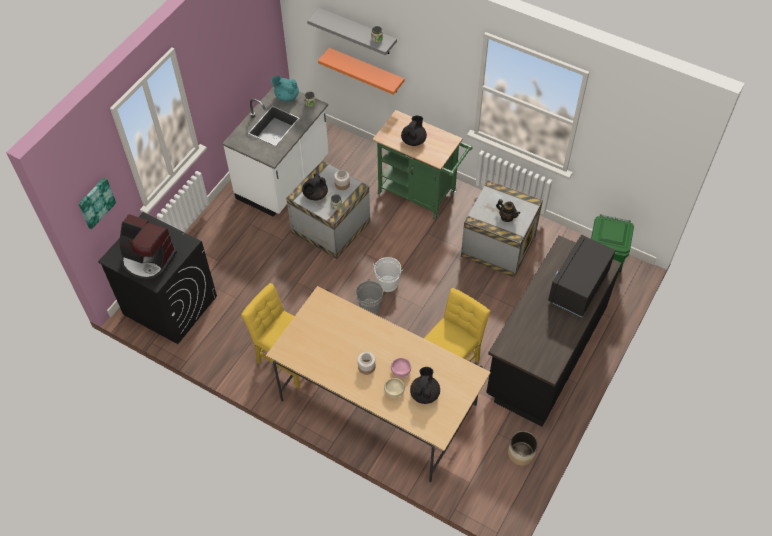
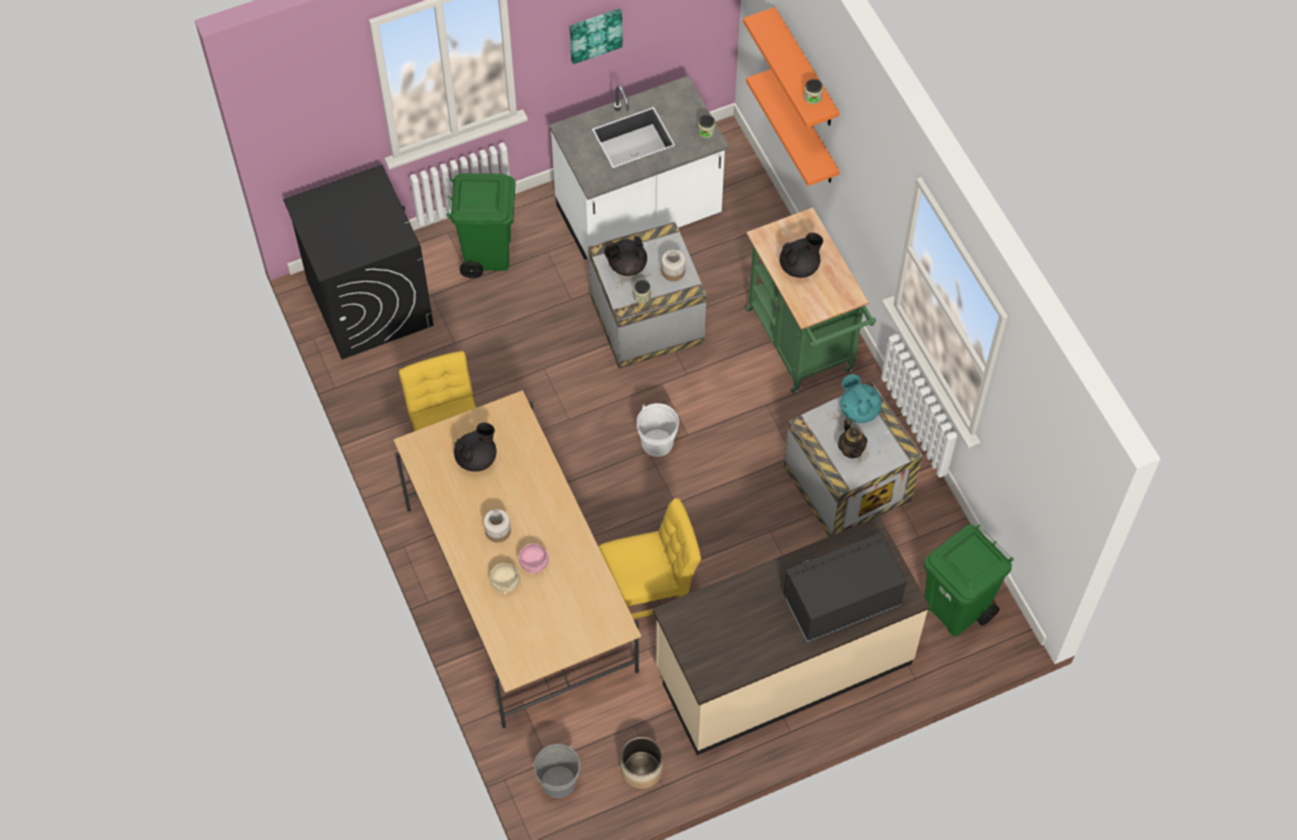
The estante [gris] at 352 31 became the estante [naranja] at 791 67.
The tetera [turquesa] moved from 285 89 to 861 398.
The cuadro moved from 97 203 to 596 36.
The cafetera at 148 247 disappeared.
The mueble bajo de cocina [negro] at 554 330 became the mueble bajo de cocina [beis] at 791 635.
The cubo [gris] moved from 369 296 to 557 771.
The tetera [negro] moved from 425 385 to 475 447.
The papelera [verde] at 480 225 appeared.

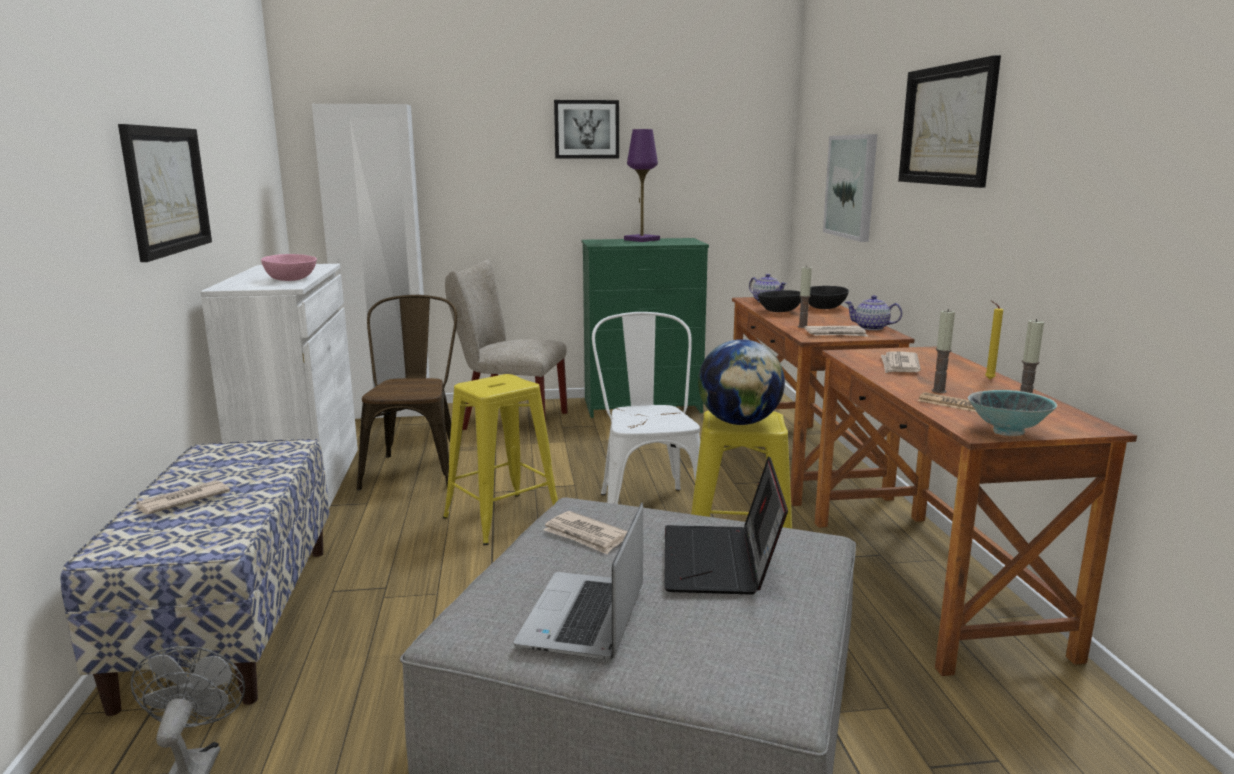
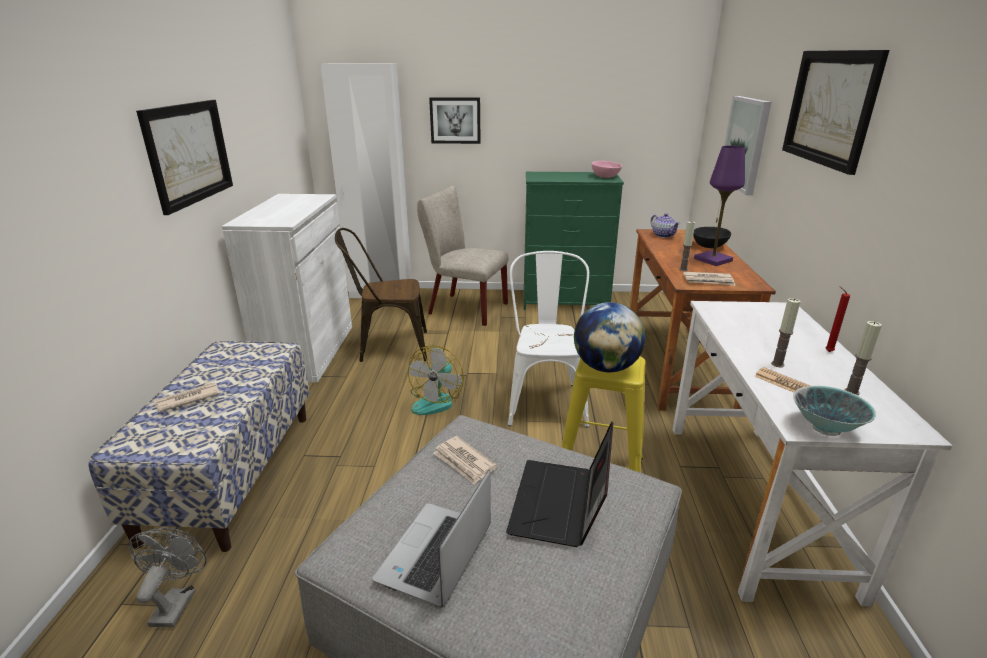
The cuadro moved from 586 129 to 455 120.
The lámpara de mesa [morado] moved from 642 185 to 719 206.
The cuenco [rosa] moved from 289 267 to 607 169.
The cuenco [negro] at 779 301 disappeared.
The silla [marrón] at 407 392 turned 105 degrees counterclockwise.
The tetera at 873 312 disappeared.
The vela [amarillo] at 994 340 became the vela [rojo] at 837 319.
The escritorio [marrón] at 976 511 became the escritorio [blanco] at 812 454.
The periódico at 901 362 disappeared.
The taburete [amarillo] at 500 459 was replaced by the ventilador at 436 380.

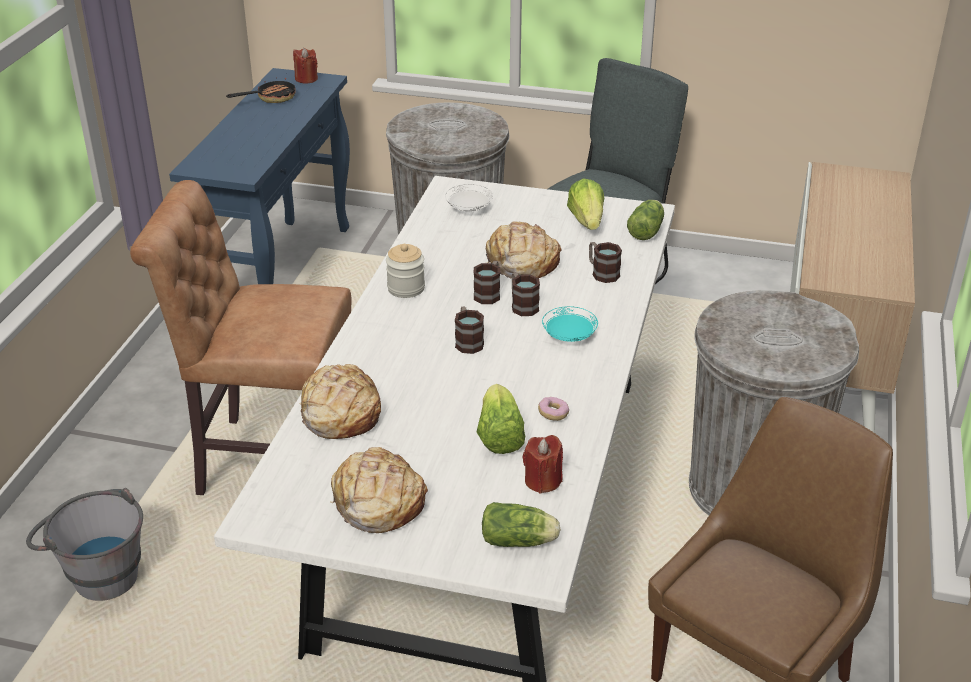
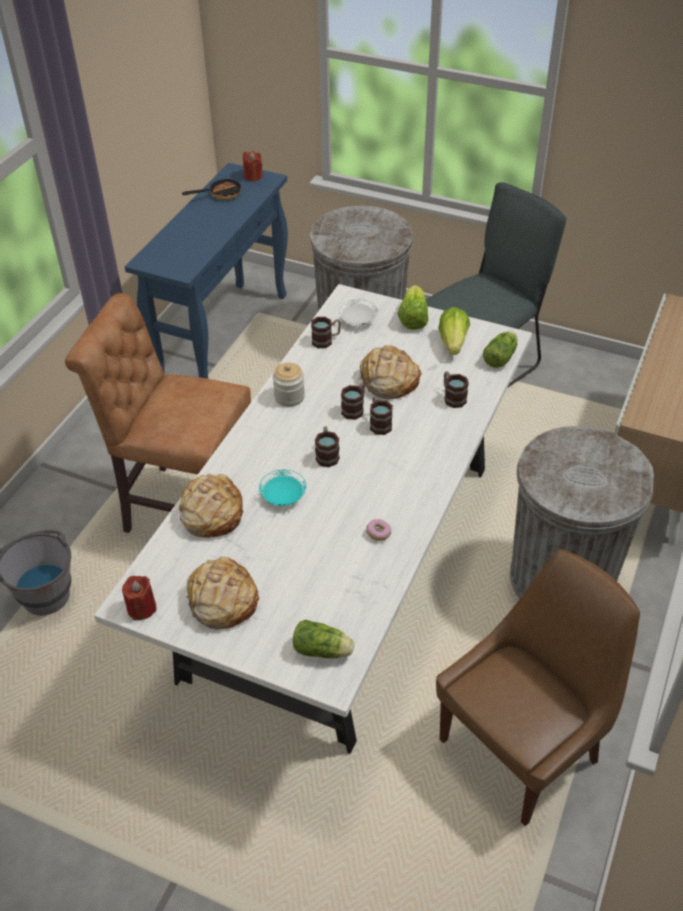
The plato [turquesa] moved from 570 324 to 282 488.
The lechuga moved from 501 419 to 413 307.
The vela [rojo] moved from 542 464 to 139 598.
The taza grande at 326 332 appeared.

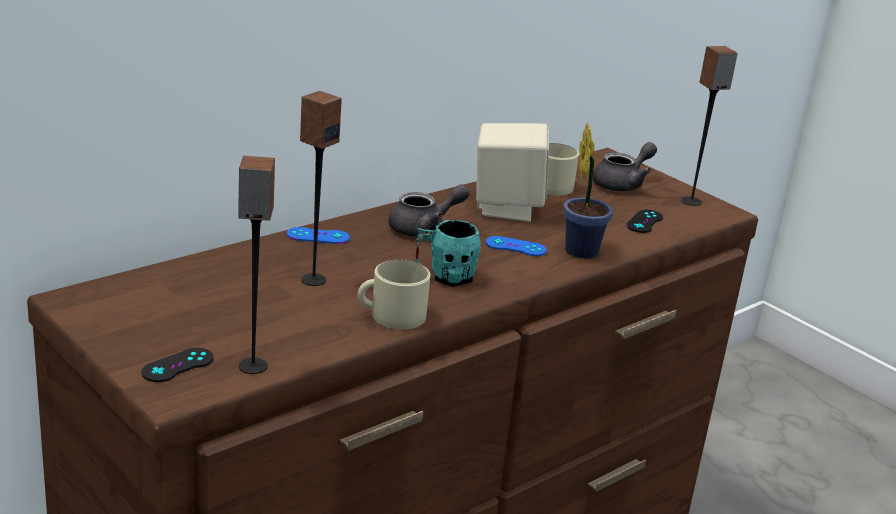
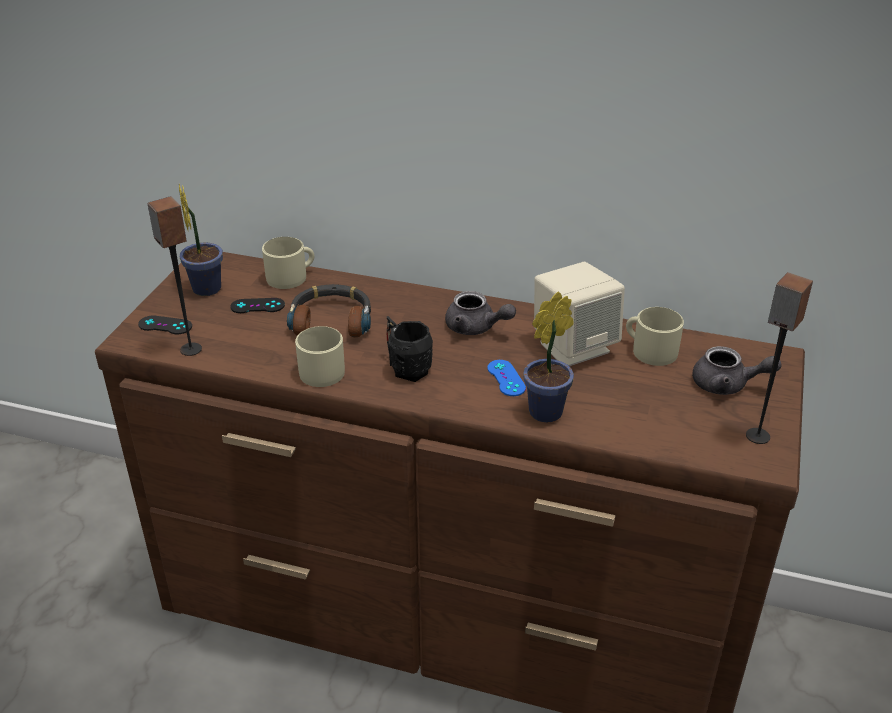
The altavoz at 321 188 was replaced by the auriculares at 329 310.
The mando de consola [negro] moved from 644 221 to 257 305.
The taza grande [turquesa] at 448 253 became the taza grande [negro] at 409 349.
The mando de consola [azul] at 318 235 disappeared.
The planta en maceta at 201 240 appeared.
The taza grande [beis] at 288 263 appeared.

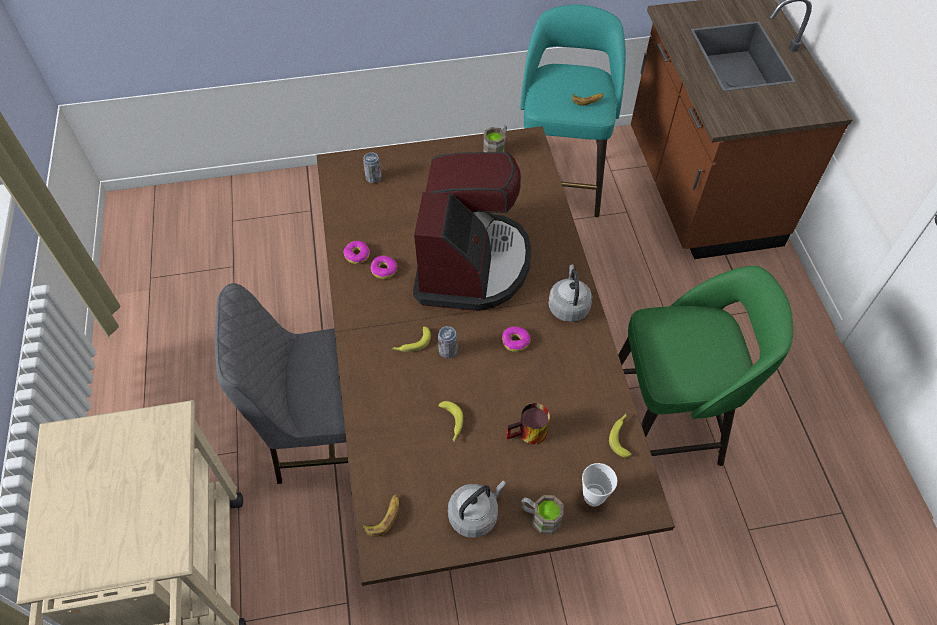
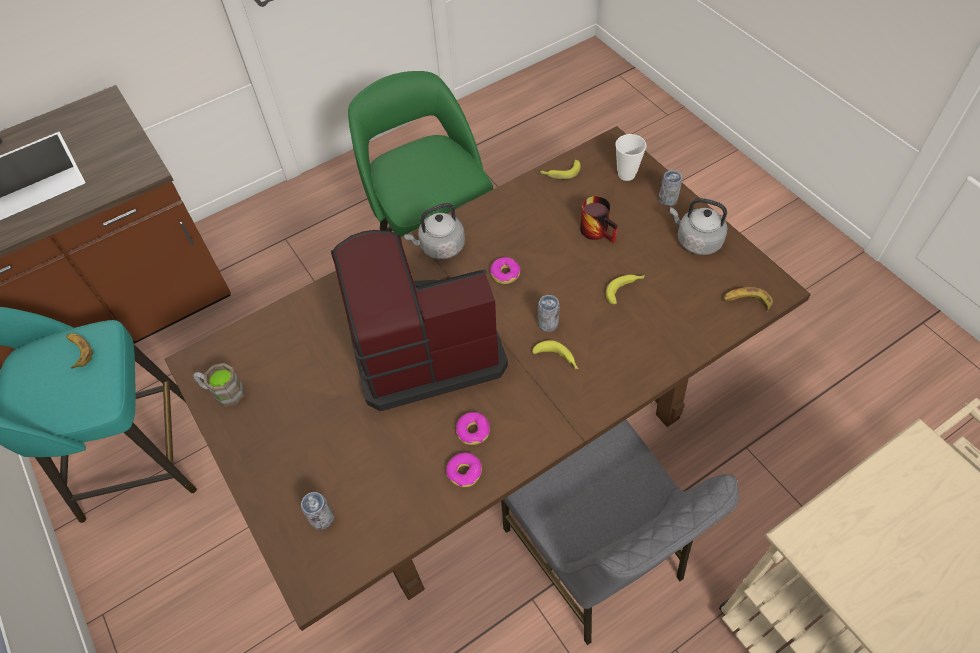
The taza grande [marrón] at 542 515 was replaced by the lata at 670 188.

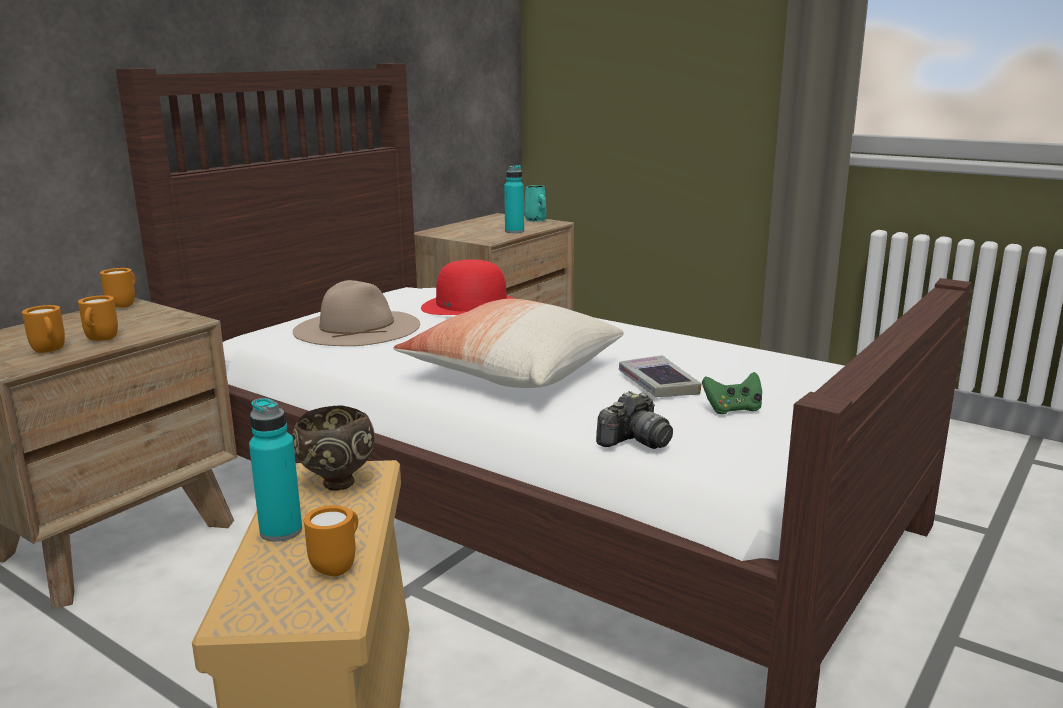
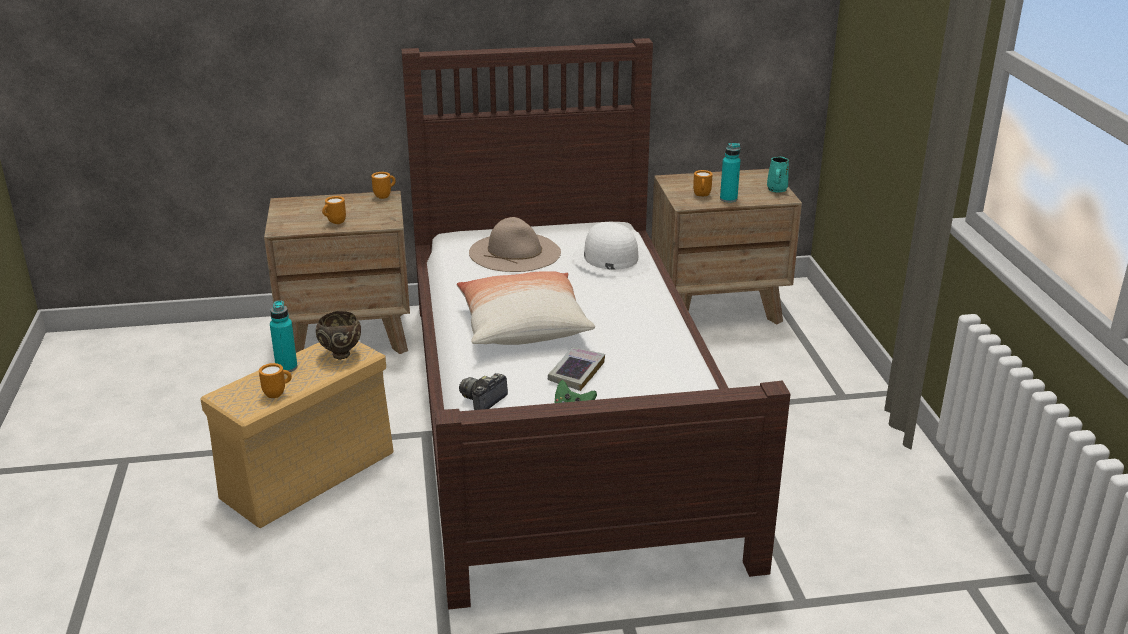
The sombrero [rojo] at 468 287 became the sombrero [blanco] at 611 249.
The taza grande [naranja] moved from 43 329 to 703 183.
The cámara at 634 420 turned 120 degrees clockwise.

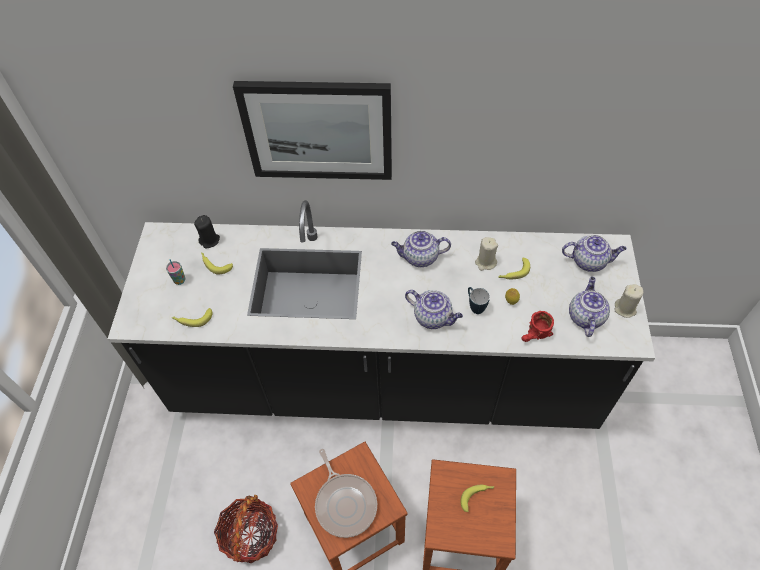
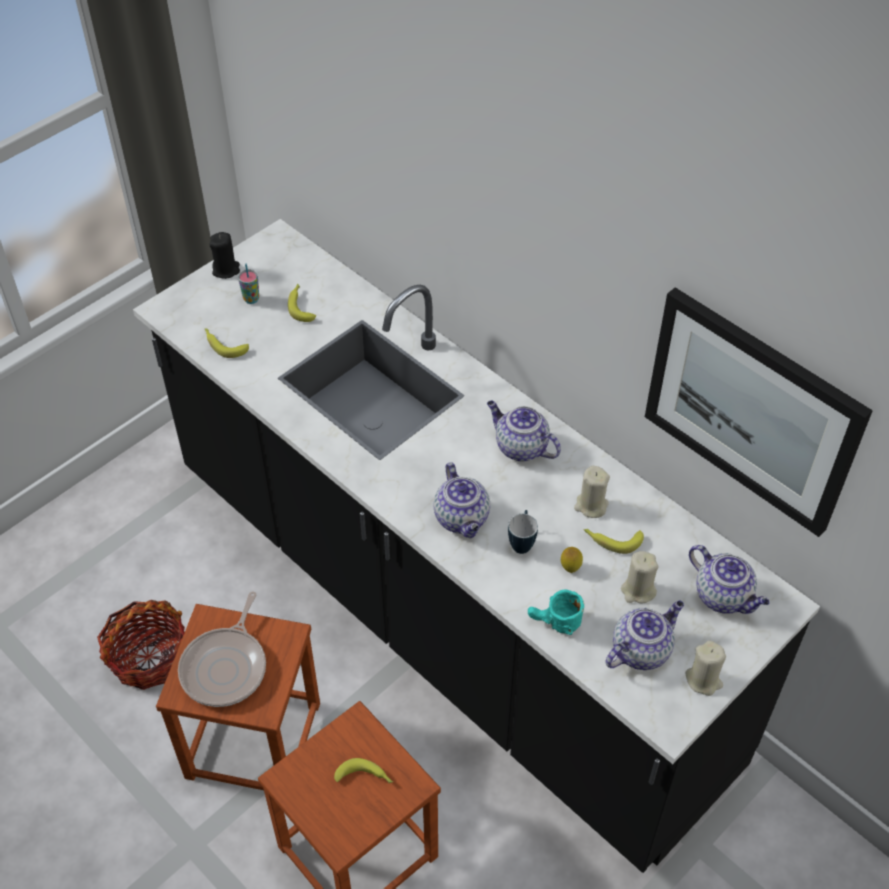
The cuadro moved from 312 130 to 759 412.
The vela [negro] moved from 207 231 to 224 255.
The taza grande [rojo] at 537 326 became the taza grande [turquesa] at 556 612.
The vela [beis] at 639 577 appeared.

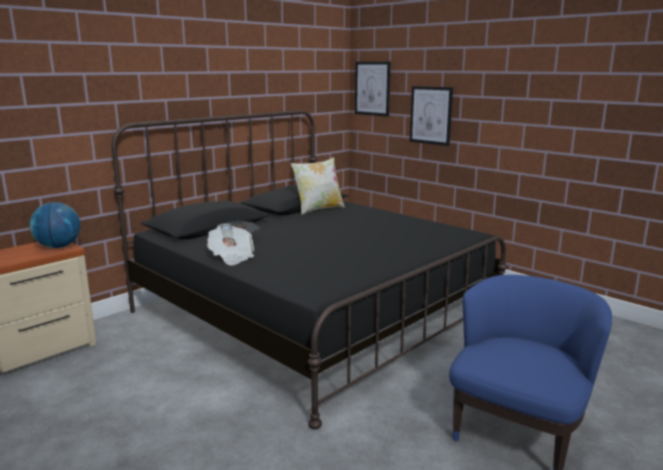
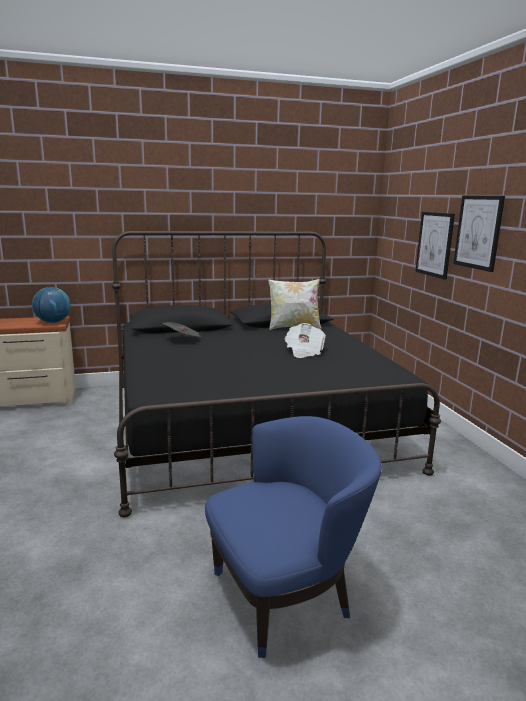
The cuadro moved from 373 89 to 479 233.
The periódico moved from 230 244 to 305 340.

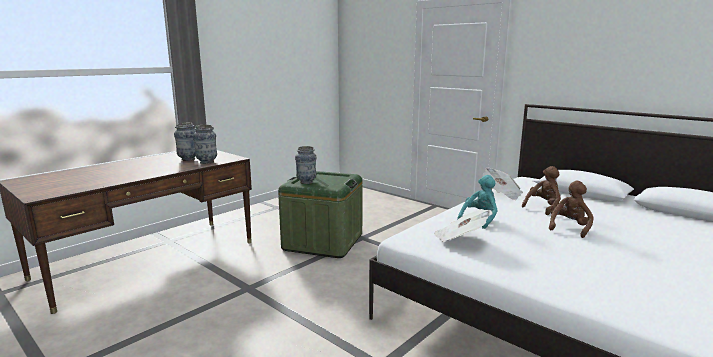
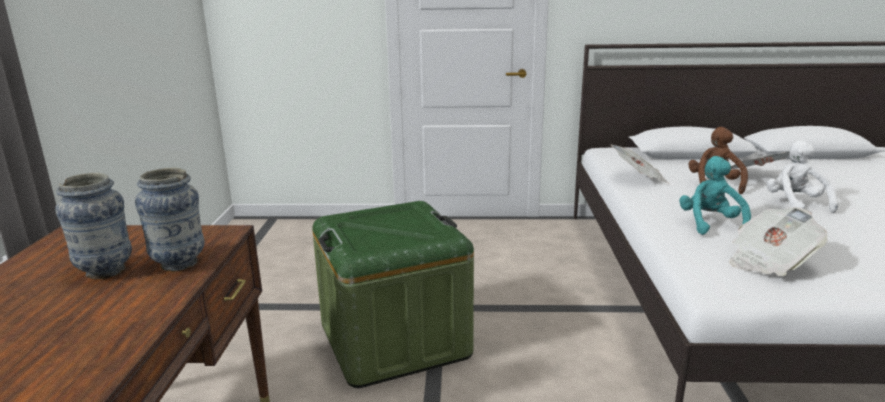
The florero at 306 165 disappeared.
The peluche [marrón] at 571 209 became the peluche [blanco] at 802 176.
The periódico at 760 160 appeared.

